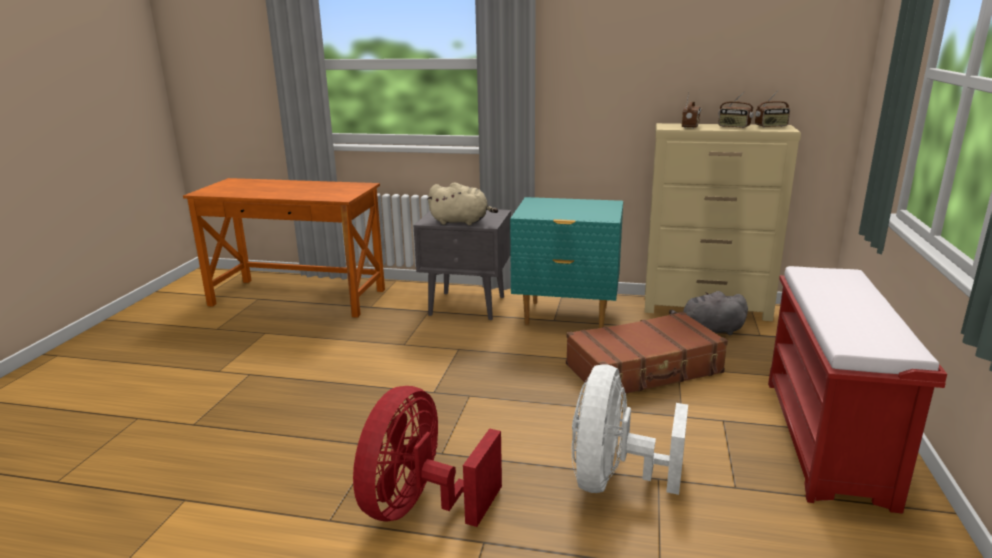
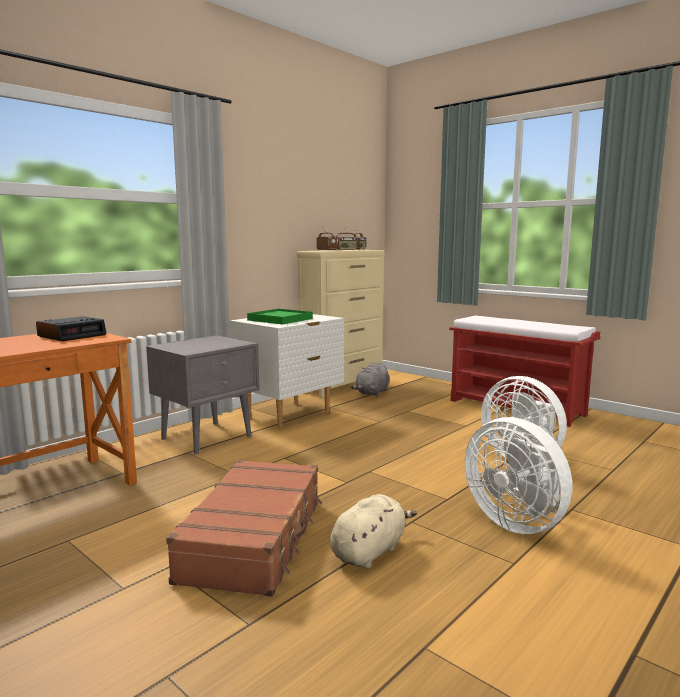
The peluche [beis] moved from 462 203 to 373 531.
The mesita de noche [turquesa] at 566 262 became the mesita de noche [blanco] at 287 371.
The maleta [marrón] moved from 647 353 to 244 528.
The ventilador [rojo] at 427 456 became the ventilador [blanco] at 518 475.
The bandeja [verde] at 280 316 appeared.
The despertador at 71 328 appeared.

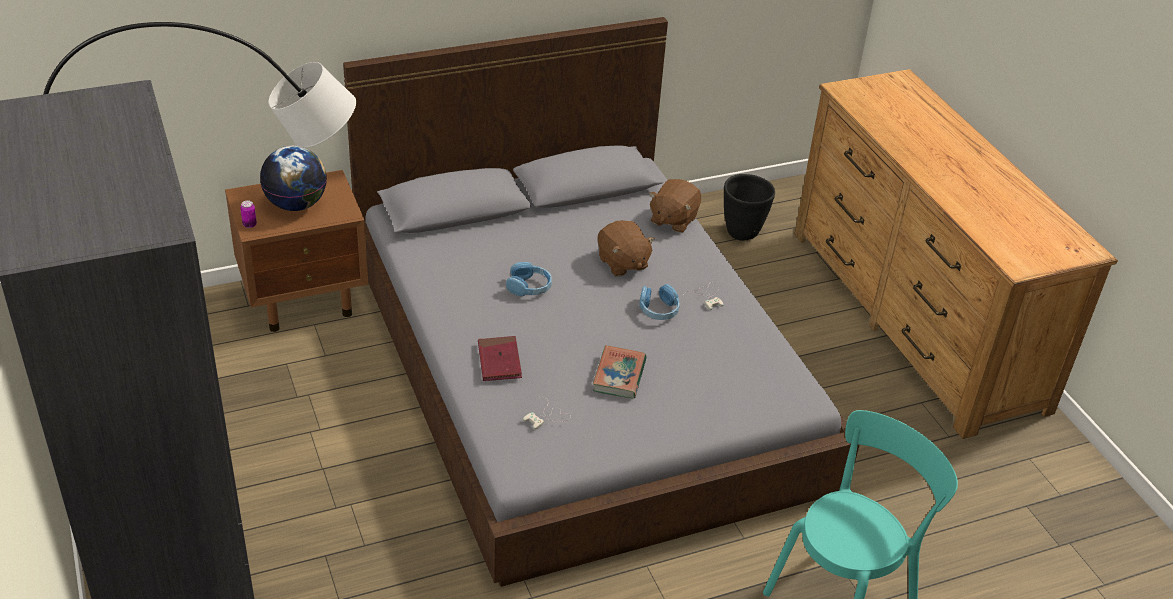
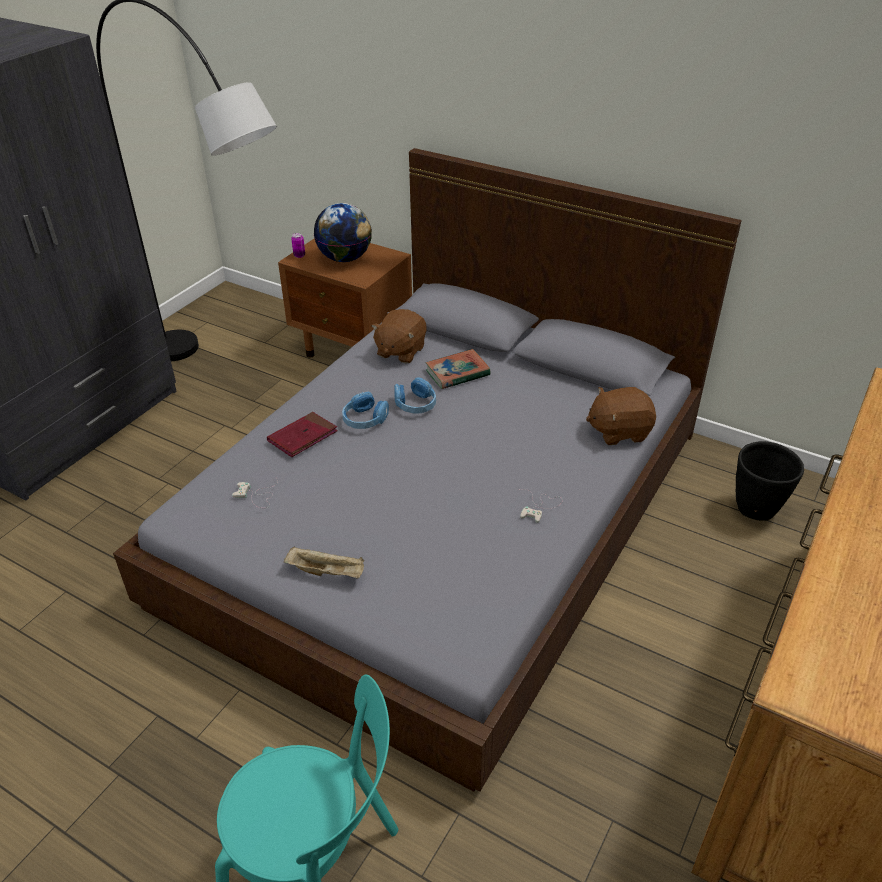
The peluche [marrón] moved from 626 248 to 399 336.
The auriculares [azul] moved from 659 302 to 365 410.
The libro moved from 620 371 to 458 369.
The bandeja [beis] at 324 562 appeared.

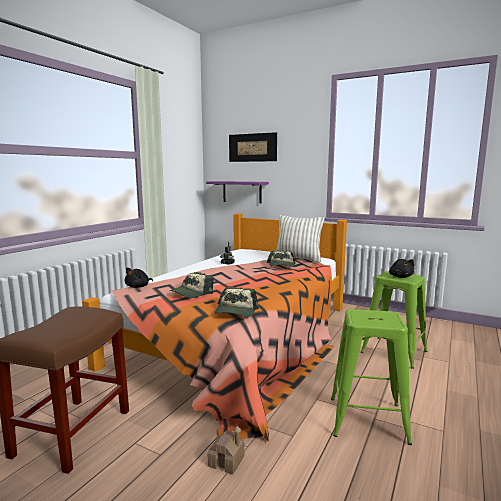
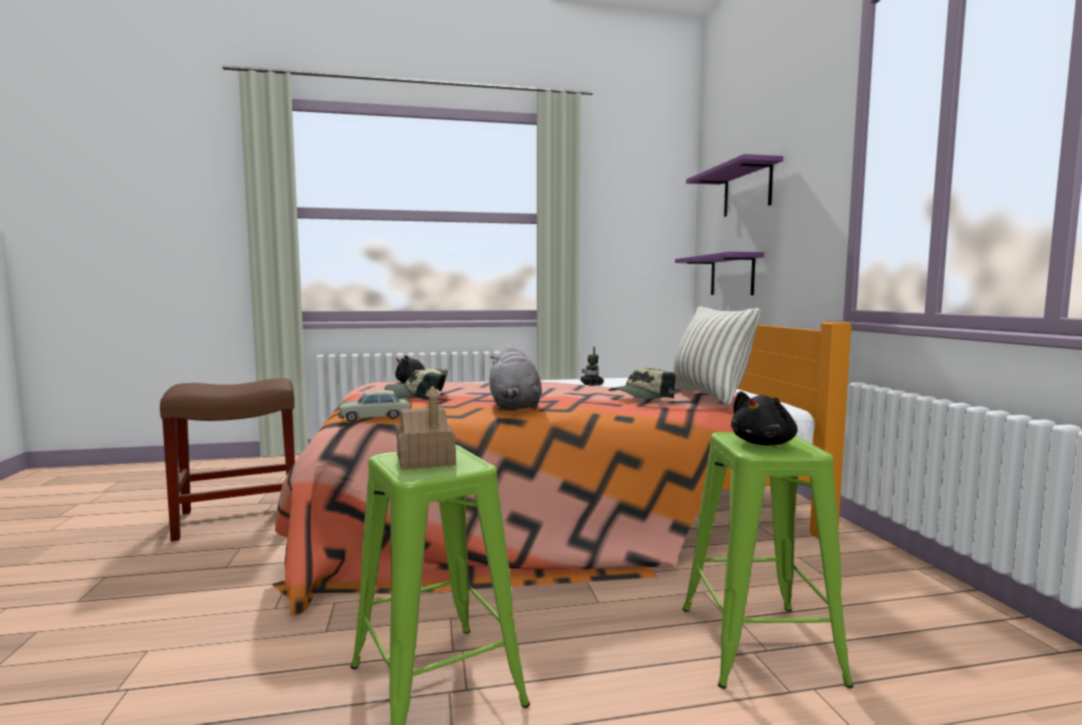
The cuadro at 253 147 was replaced by the estante [morado] at 734 185.
The gorra at 237 302 was replaced by the coche de juguete [beis] at 374 406.
The casita moved from 226 450 to 426 427.
The peluche [gris] at 515 377 appeared.

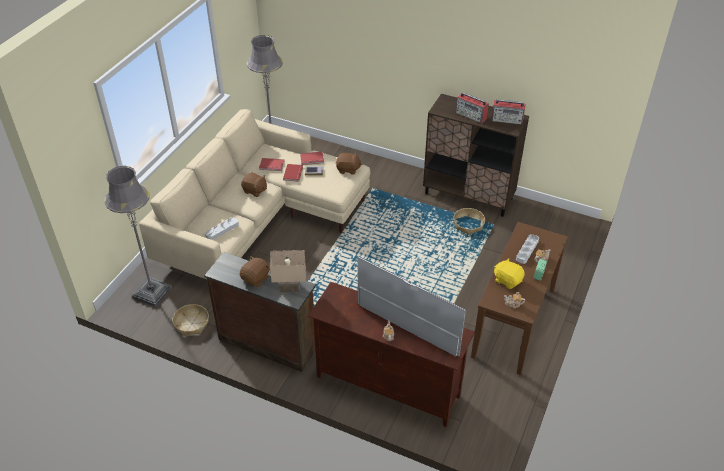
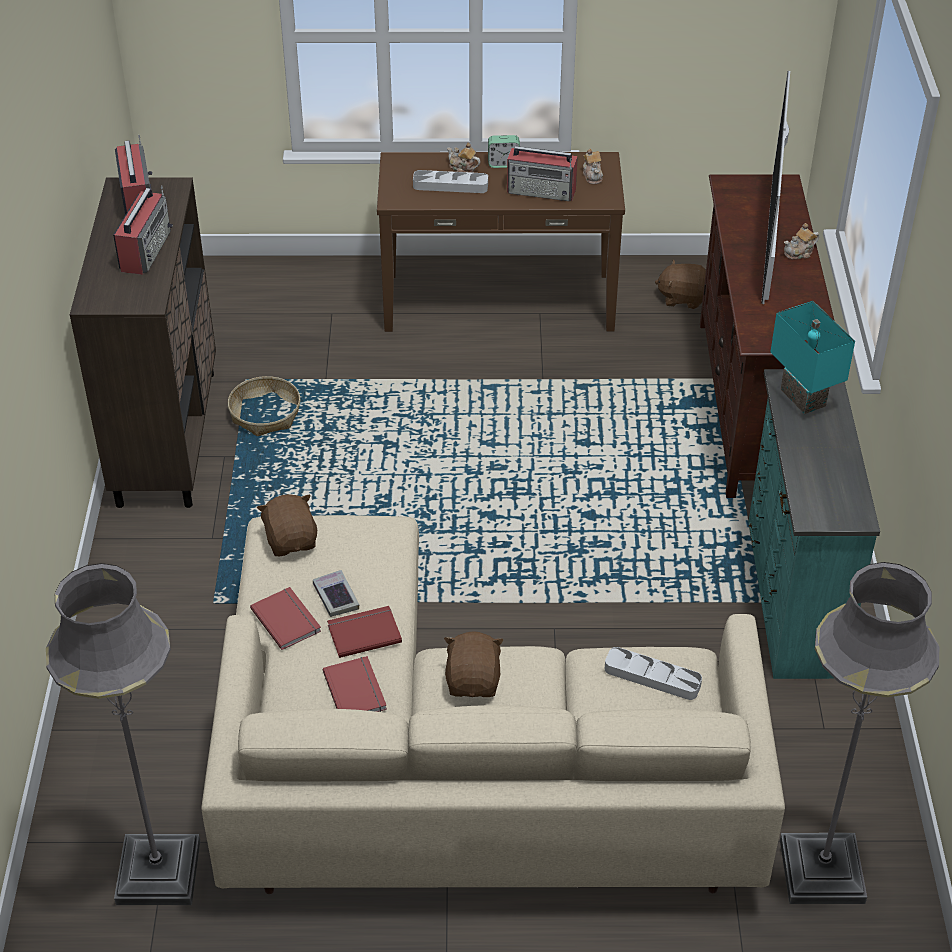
The lámpara de mesa [beis] at 288 271 became the lámpara de mesa [turquesa] at 813 357.
The cómoda [marrón] at 260 312 became the cómoda [turquesa] at 814 524.
The peluche [marrón] moved from 255 271 to 680 284.
The peluche [amarillo] at 509 273 was replaced by the radio at 542 173.
The cesta at 190 320 disappeared.

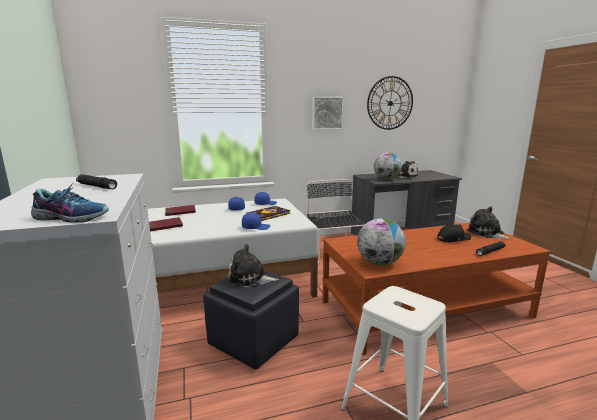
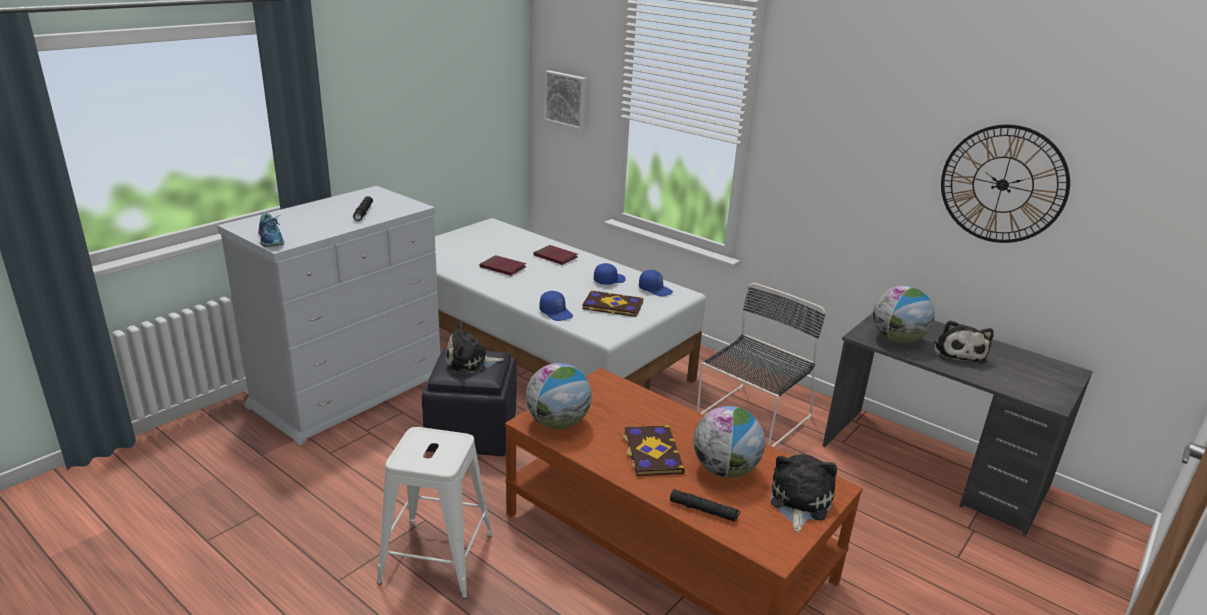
The cuadro moved from 328 113 to 565 99.
The gorra [negro] at 454 233 was replaced by the globo terráqueo at 729 442.
The peluche at 253 265 turned 75 degrees counterclockwise.
The libro at 653 450 appeared.

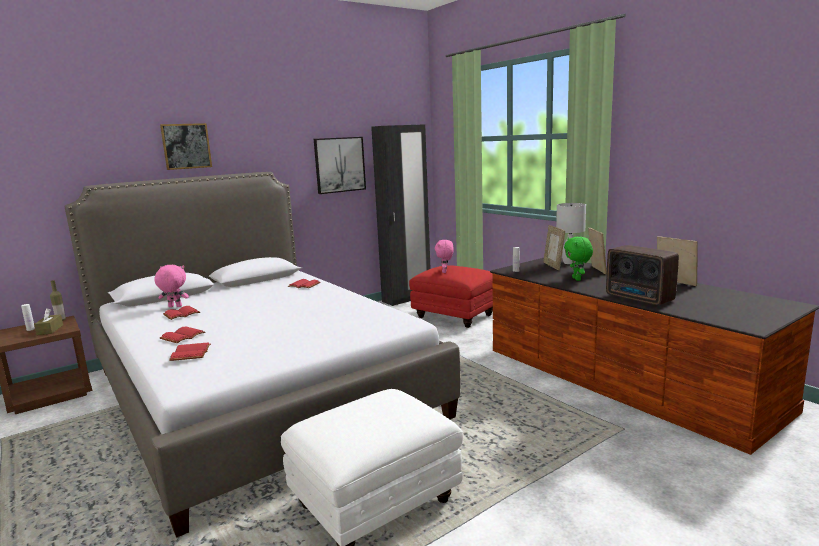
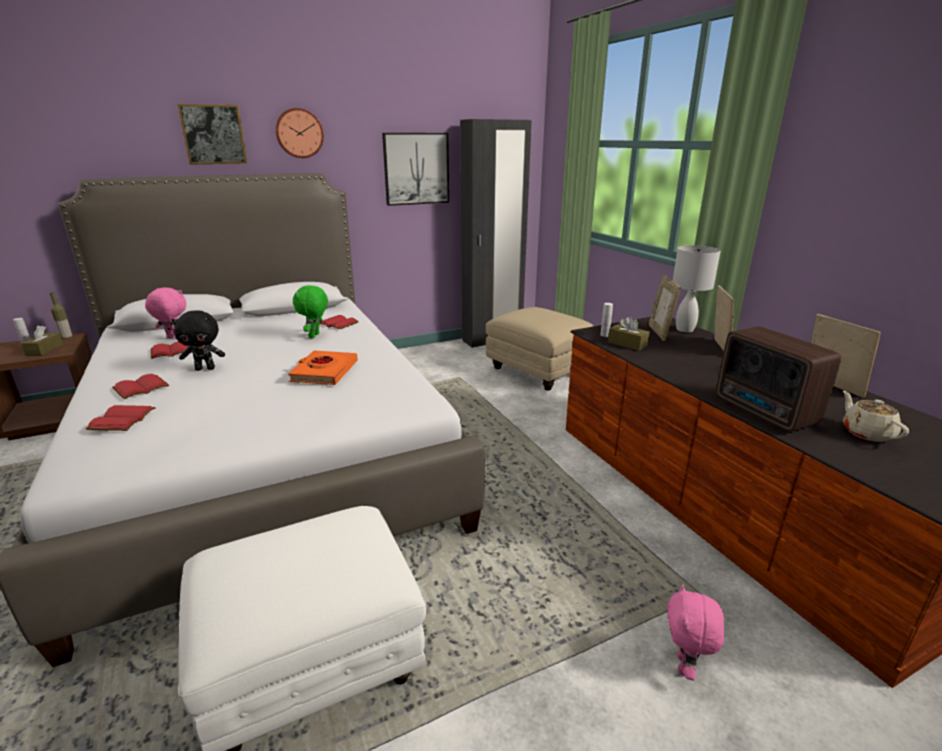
The peluche [verde] moved from 578 259 to 310 311.
The peluche [rosa] moved from 444 256 to 695 632.
The puf [rojo] at 451 296 became the puf [beis] at 540 349.
The reloj de pared at 299 133 appeared.
The peluche [negro] at 198 340 appeared.
The caja de pañuelos [marrón] at 629 333 appeared.
The libro [naranja] at 323 367 appeared.
The tetera [beis] at 876 416 appeared.

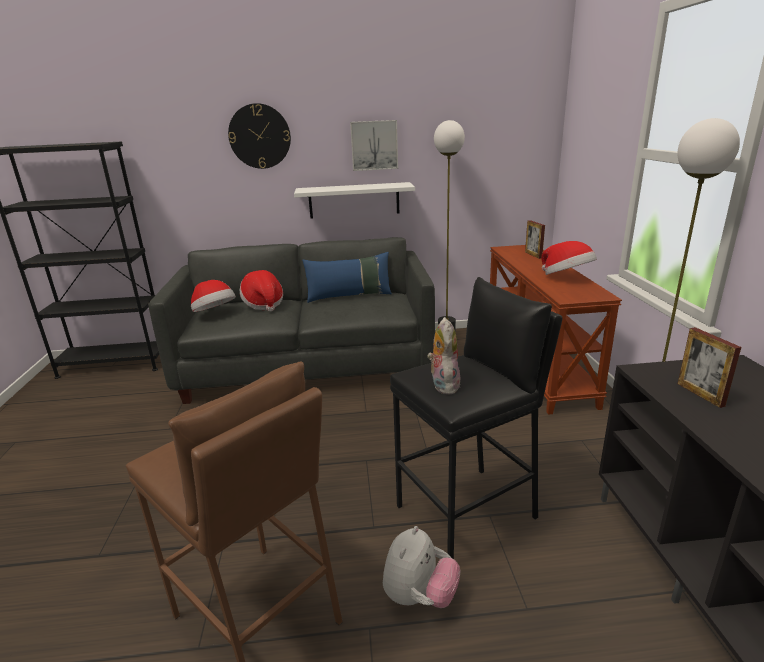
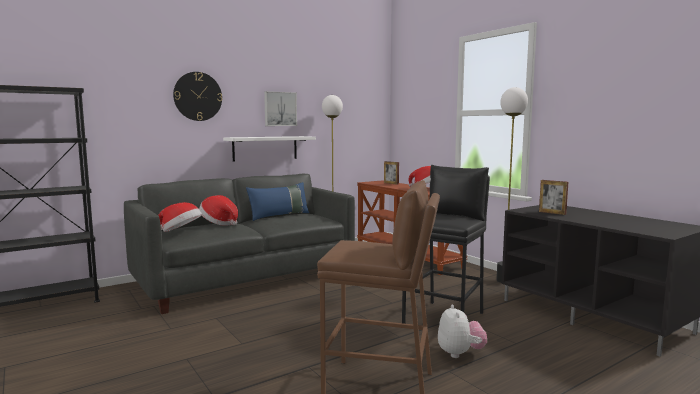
The peluche at 443 356 disappeared.

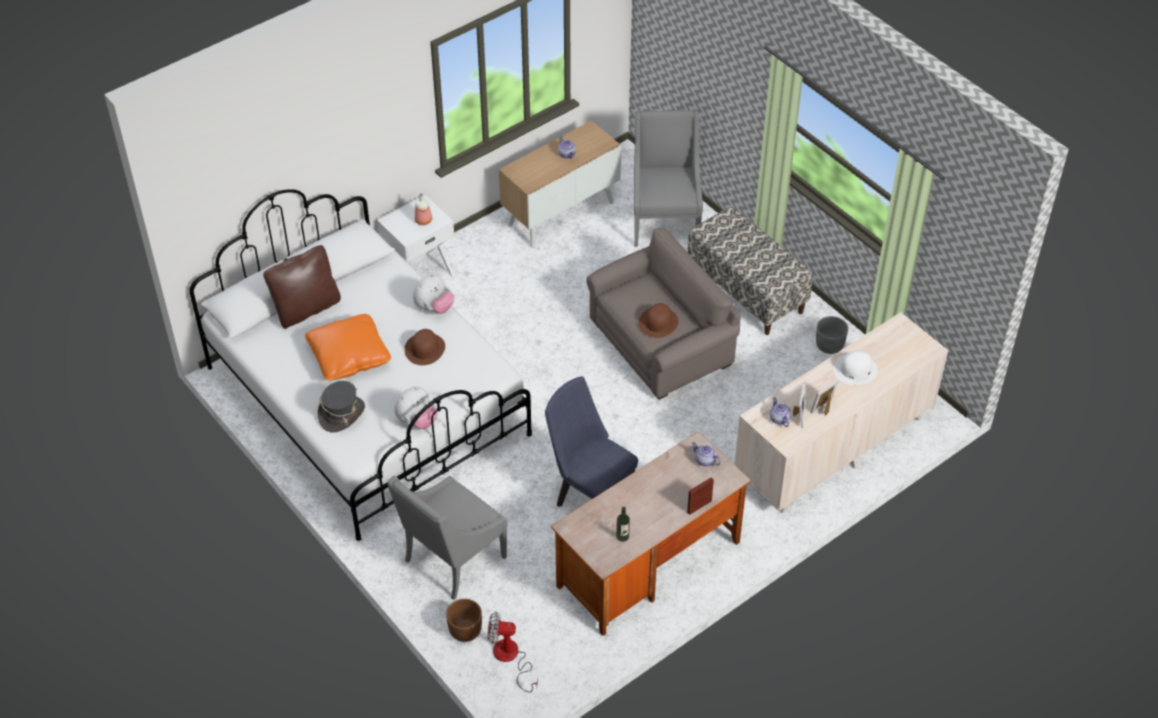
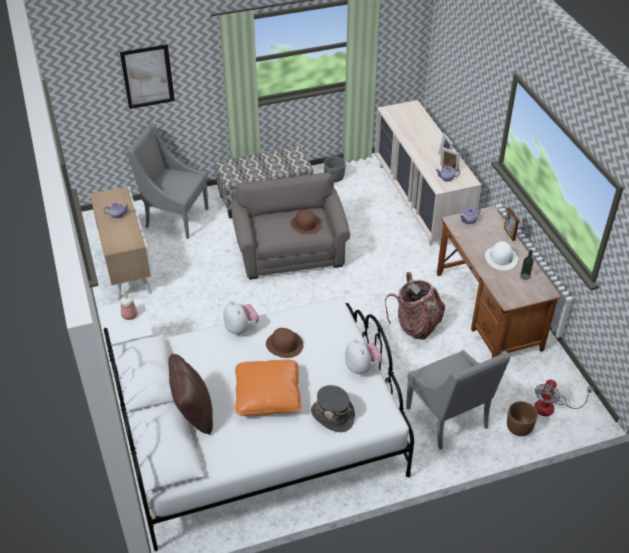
The sombrero [blanco] moved from 855 368 to 501 255.
The silla [azul] at 591 441 was replaced by the mochila at 415 306.
The cuadro at 147 76 appeared.

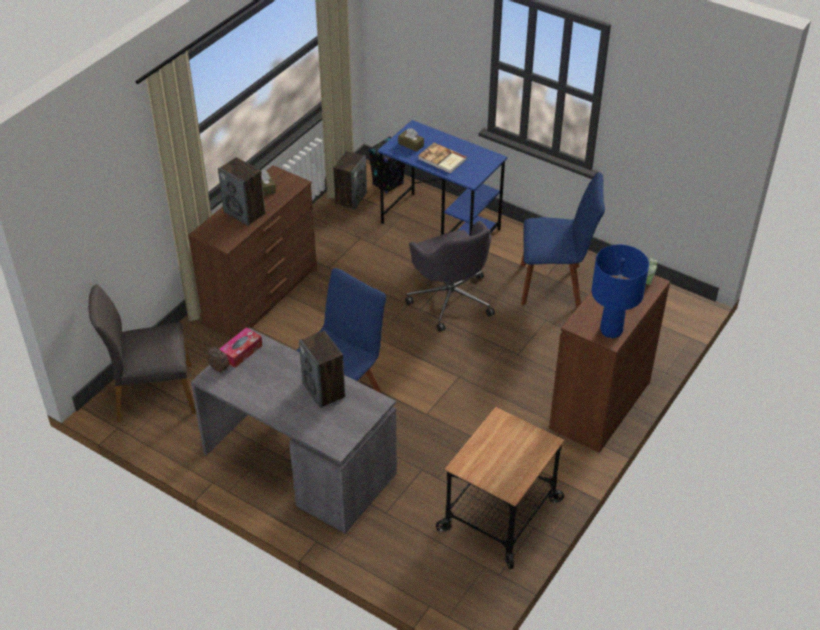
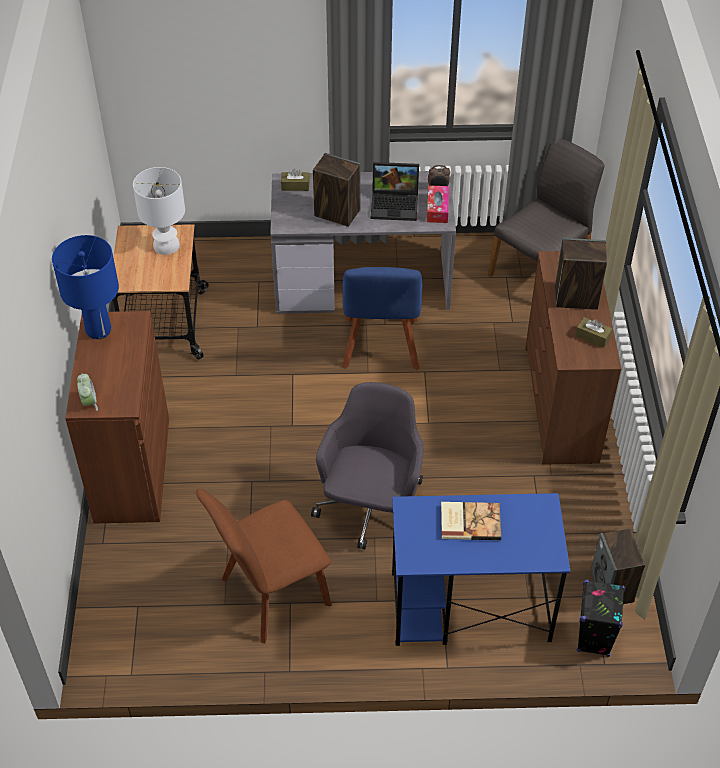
The caja de pañuelos [marrón] moved from 411 140 to 295 180.
The silla [azul] at 563 240 became the silla [marrón] at 264 566.
The silla de oficina [gris] at 450 276 turned 75 degrees clockwise.
The portátil at 395 191 appeared.
The lámpara de mesa [blanco] at 159 211 appeared.

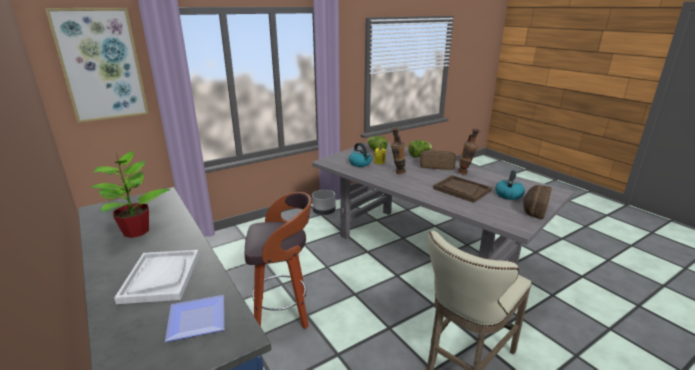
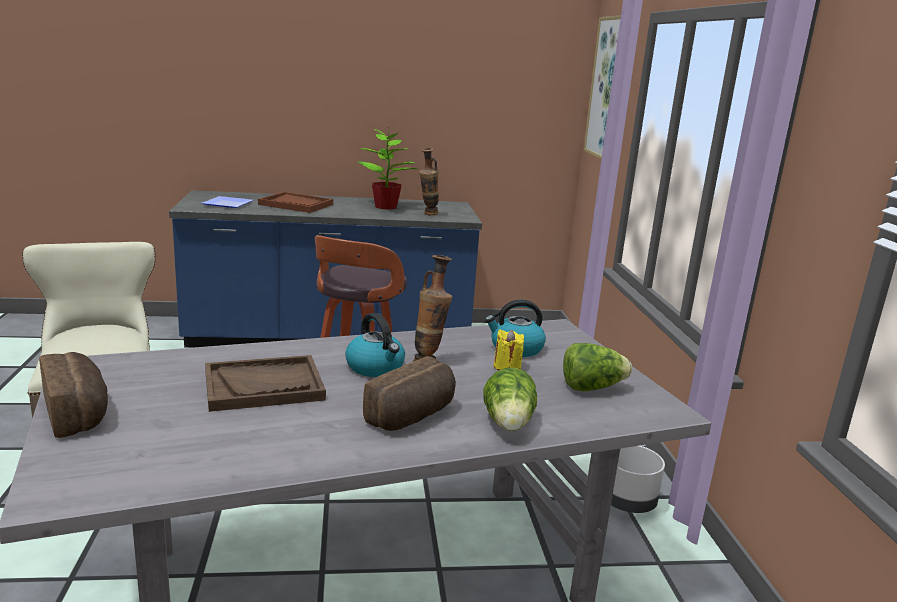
The florero moved from 469 151 to 429 181.
The hervidor moved from 510 185 to 375 345.
The bandeja [blanco] at 156 277 became the bandeja [marrón] at 295 202.

